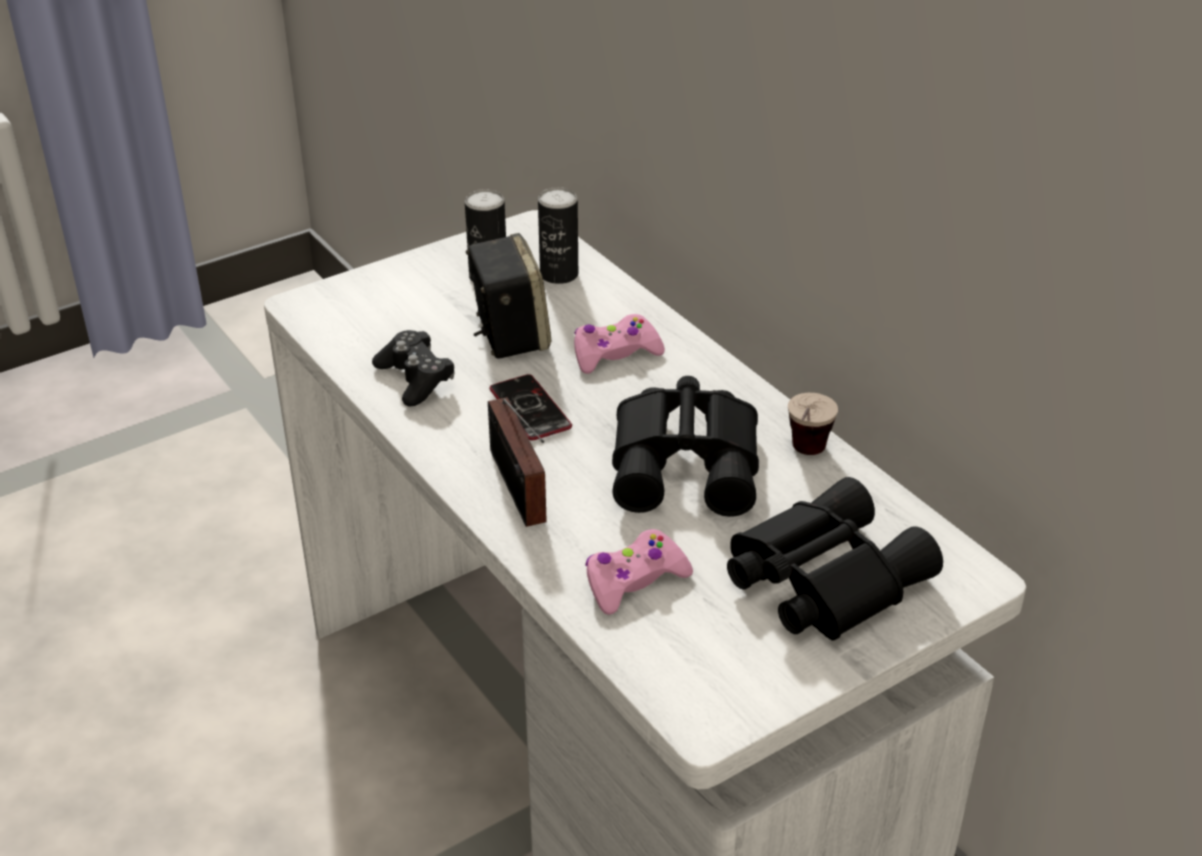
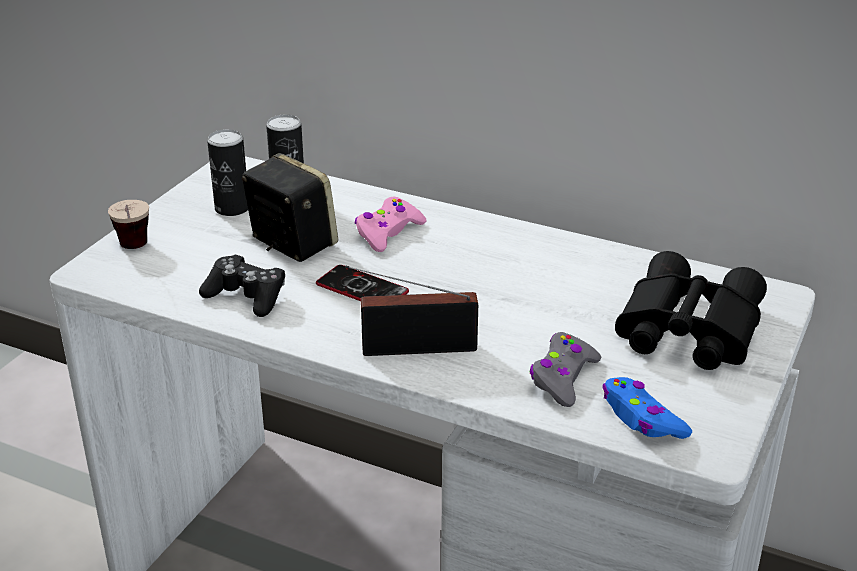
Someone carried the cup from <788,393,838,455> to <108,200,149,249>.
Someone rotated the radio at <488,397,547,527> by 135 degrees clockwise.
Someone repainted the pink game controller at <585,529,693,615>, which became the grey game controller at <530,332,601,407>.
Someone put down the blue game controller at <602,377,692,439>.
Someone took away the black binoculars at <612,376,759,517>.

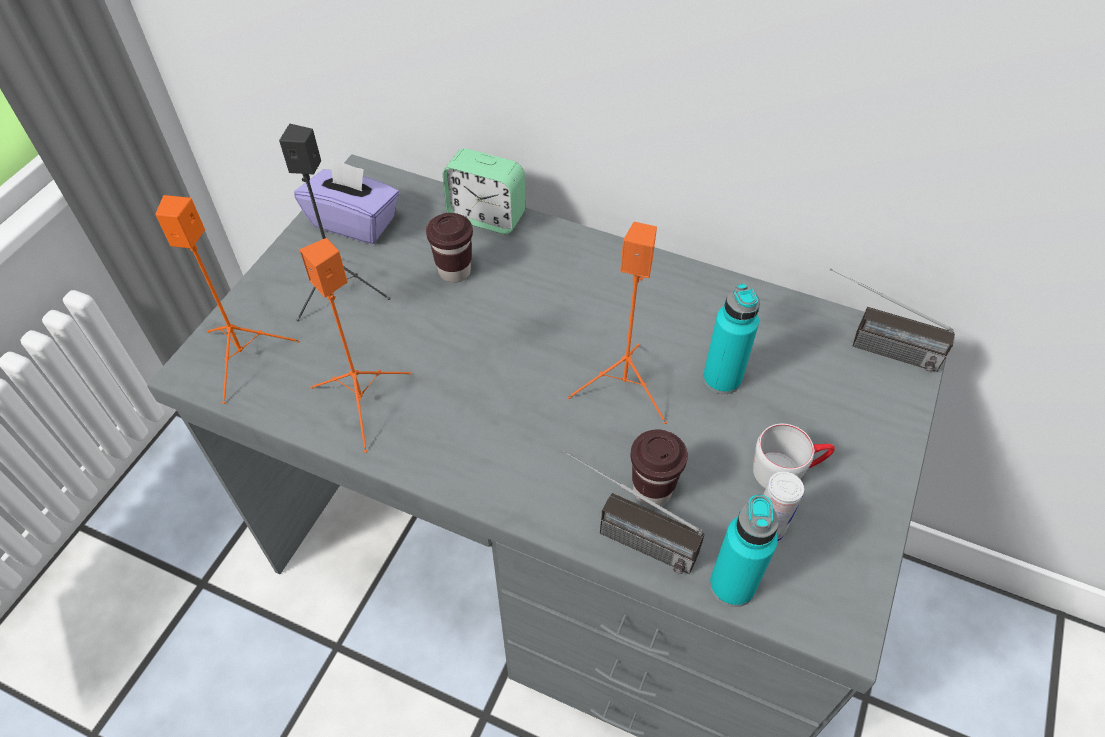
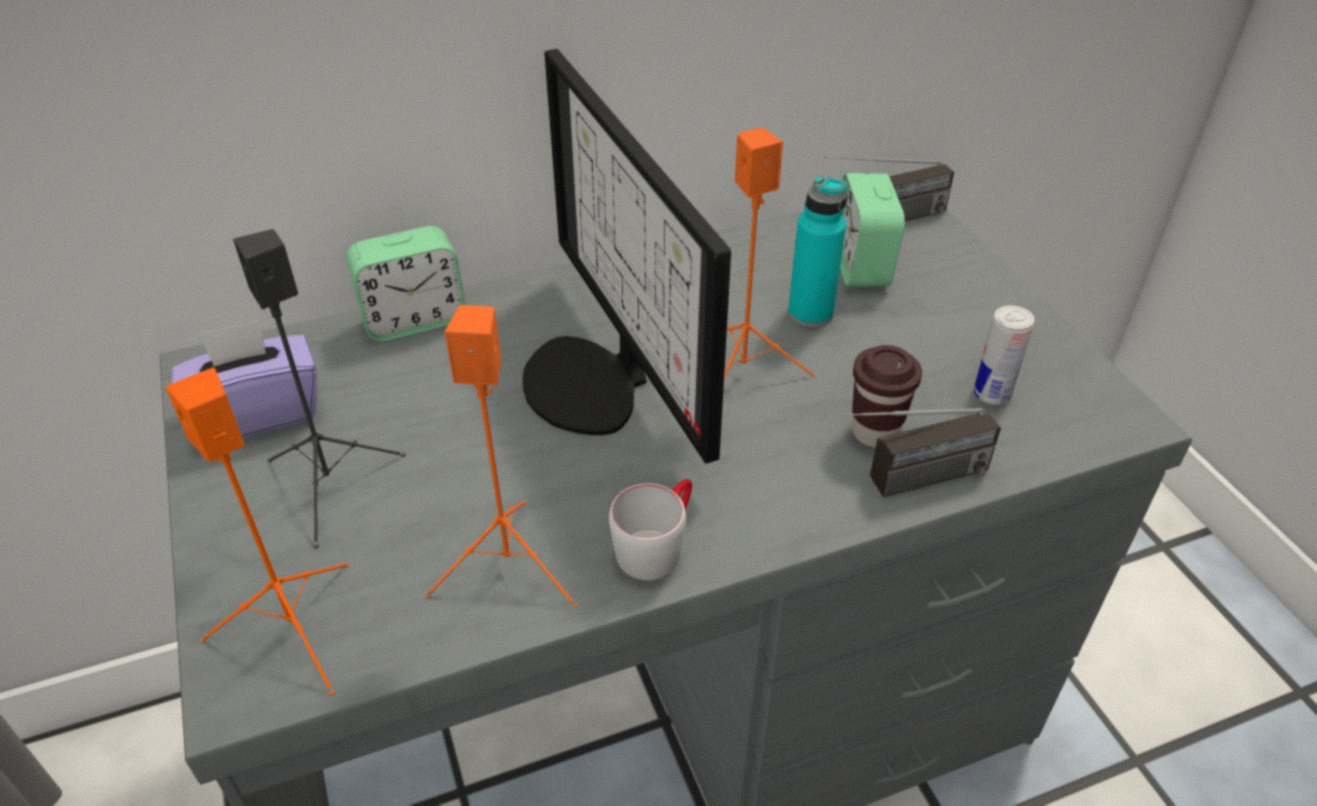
Someone put down the monitor at <522,49,731,464>.
Someone carried the grey mug from <753,424,835,488> to <609,479,692,580>.
Someone put down the alarm clock at <840,173,905,287>.
Someone took away the brown cup at <426,213,473,283>.
Someone took away the turquoise bottle at <710,495,779,607>.

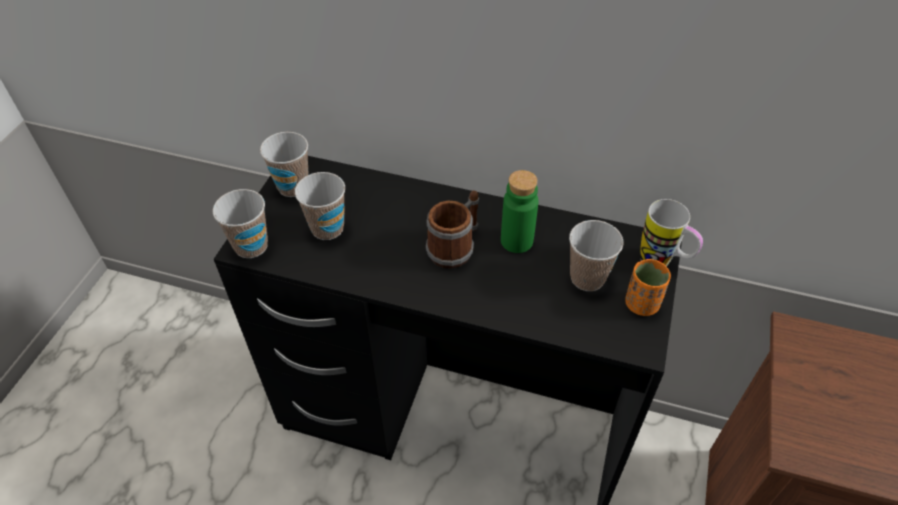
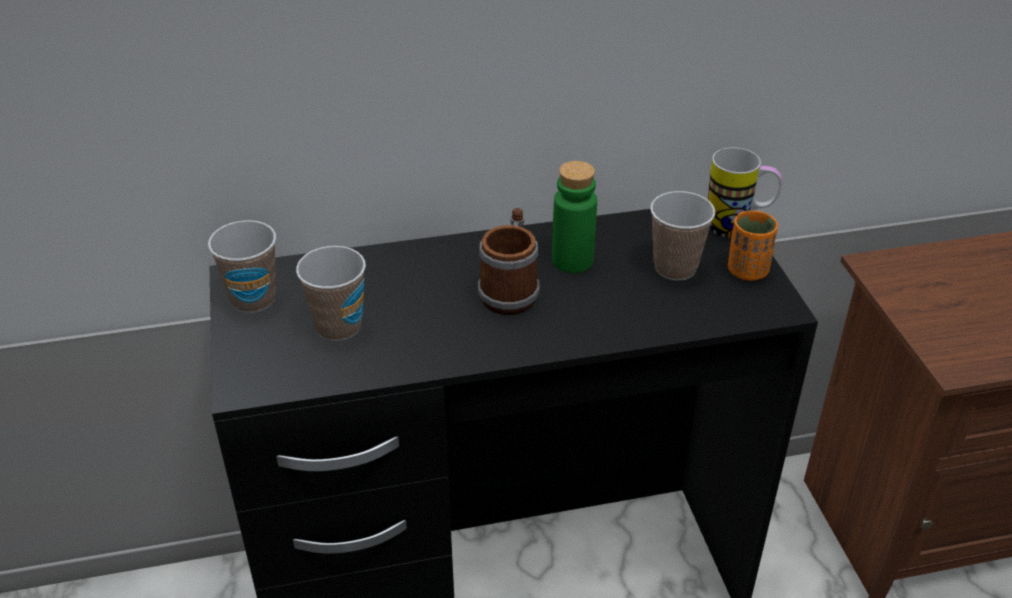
Someone took away the cup at <213,189,268,258>.

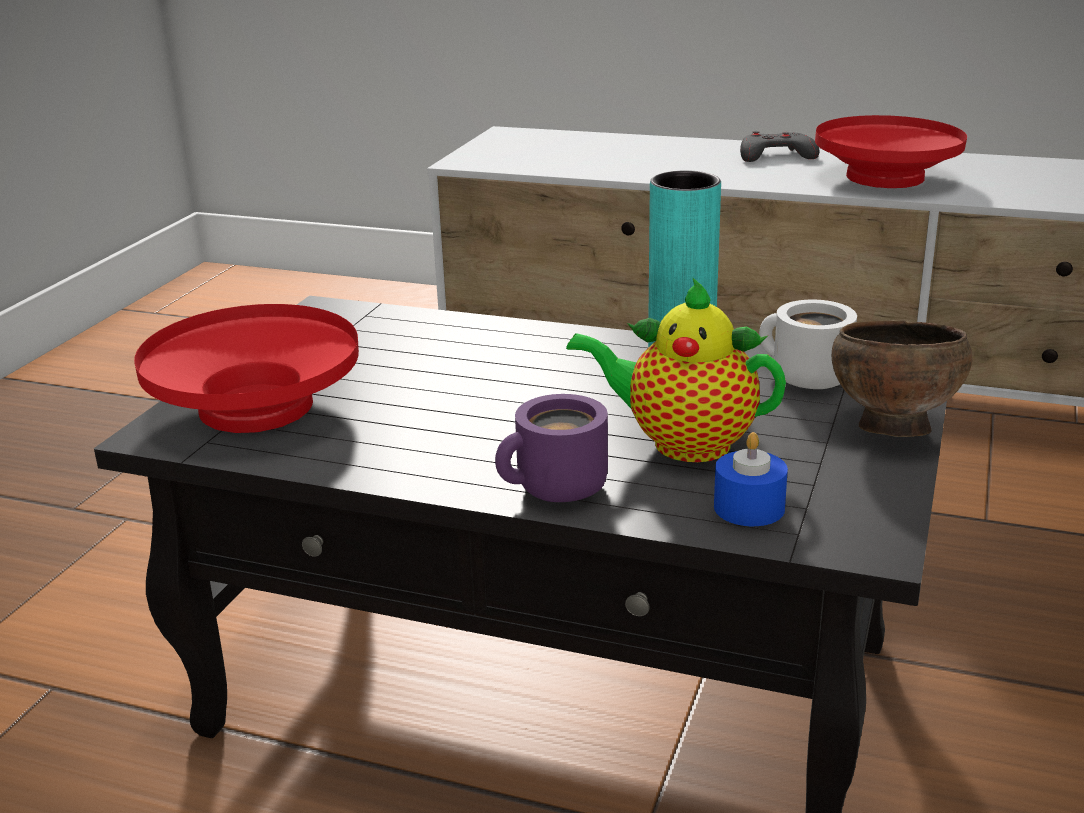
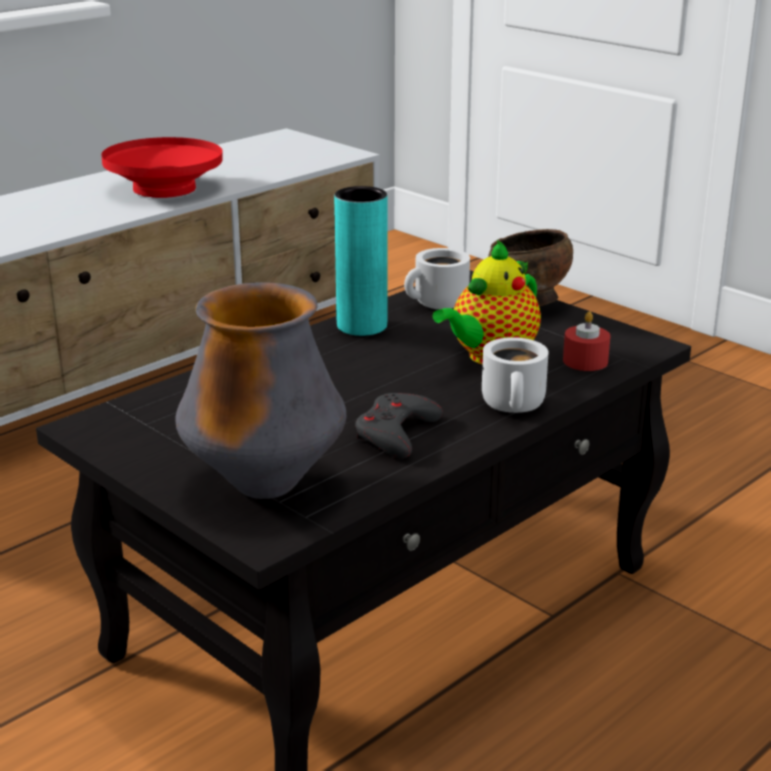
Someone swapped the red bowl at <134,304,359,433> for the vase at <175,282,346,499>.
Someone carried the grey game controller from <740,131,819,162> to <355,393,443,459>.
Someone repainted the purple mug at <495,394,608,502>, which became the white mug at <482,337,549,413>.
Someone repainted the blue candle at <714,432,788,526>, which became the red candle at <563,311,610,371>.

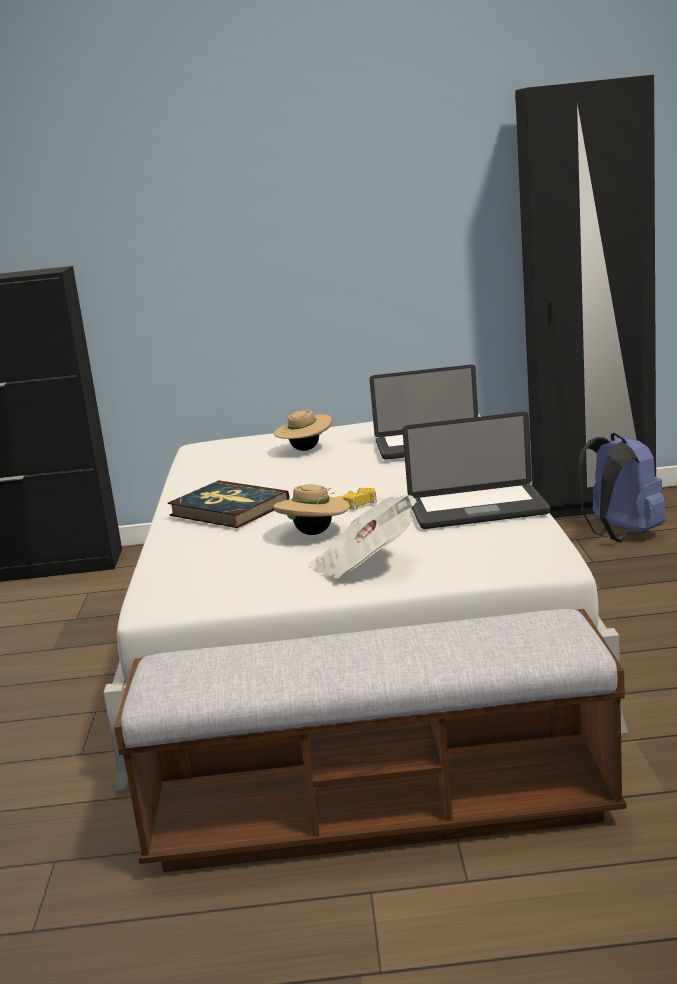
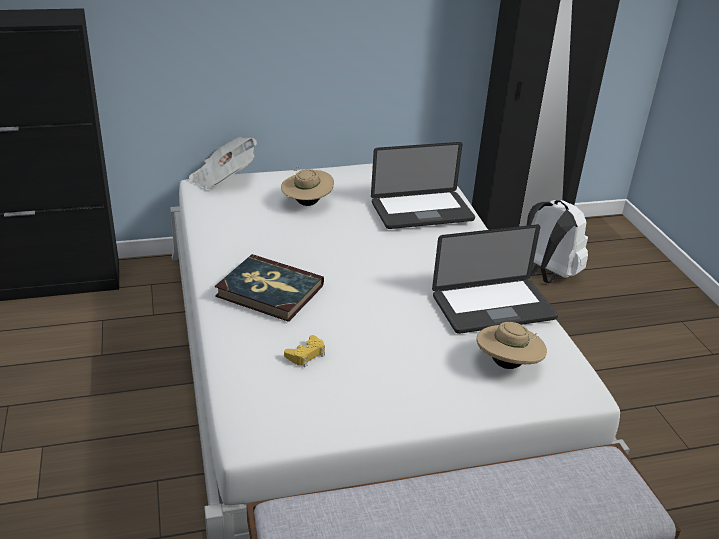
Someone carried the newspaper from <309,495,417,579> to <189,137,258,189>.
Someone carried the yellow game controller from <336,487,377,510> to <284,335,325,367>.
Someone carried the beige hat from <273,485,350,535> to <477,322,547,369>.
Someone repainted the blue backpack at <577,433,666,542>, which became the white backpack at <527,200,588,283>.

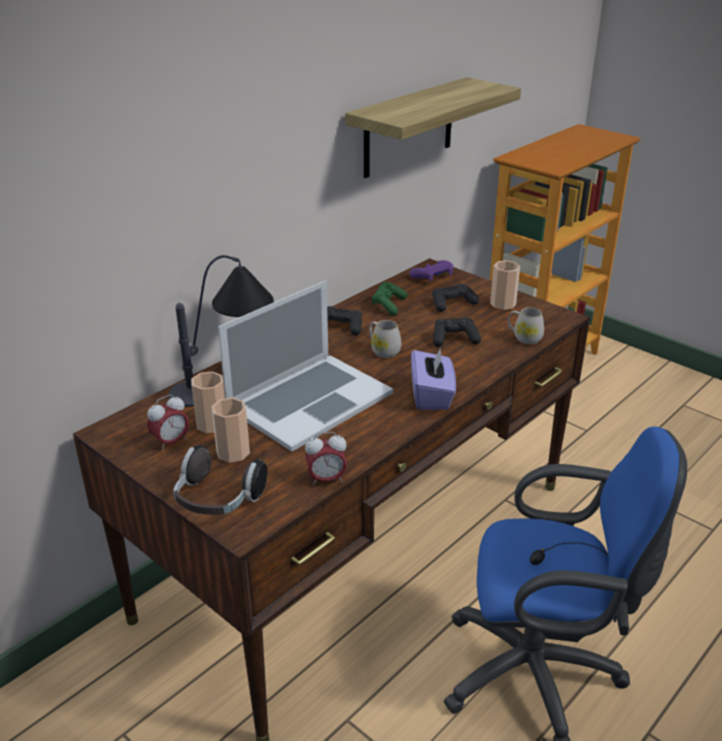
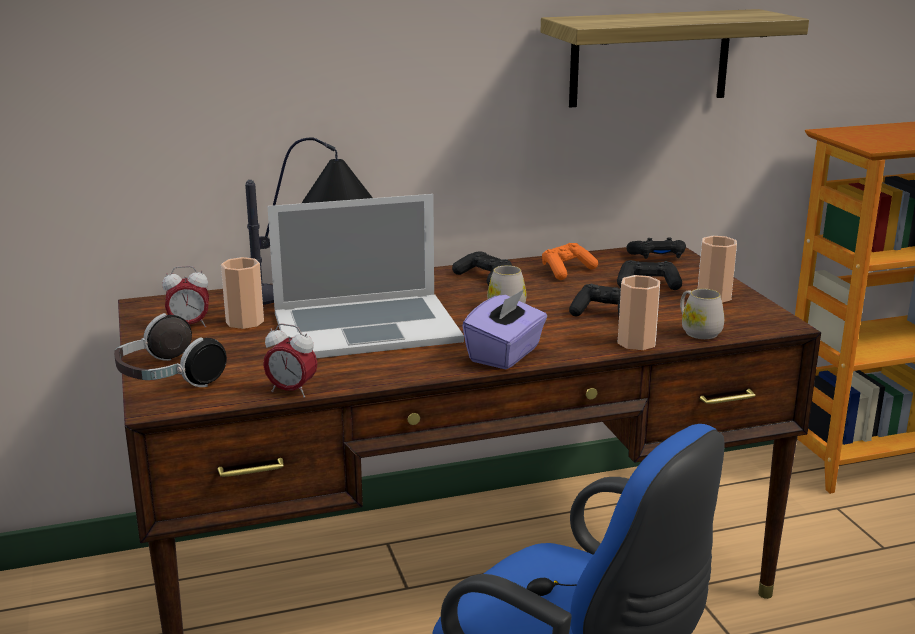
Someone repainted the green game controller at <372,282,408,316>, which became the orange game controller at <542,243,598,280>.
Someone carried the cup from <212,398,250,463> to <618,275,660,351>.
Someone repainted the purple game controller at <409,260,453,281>, which became the black game controller at <627,237,686,259>.

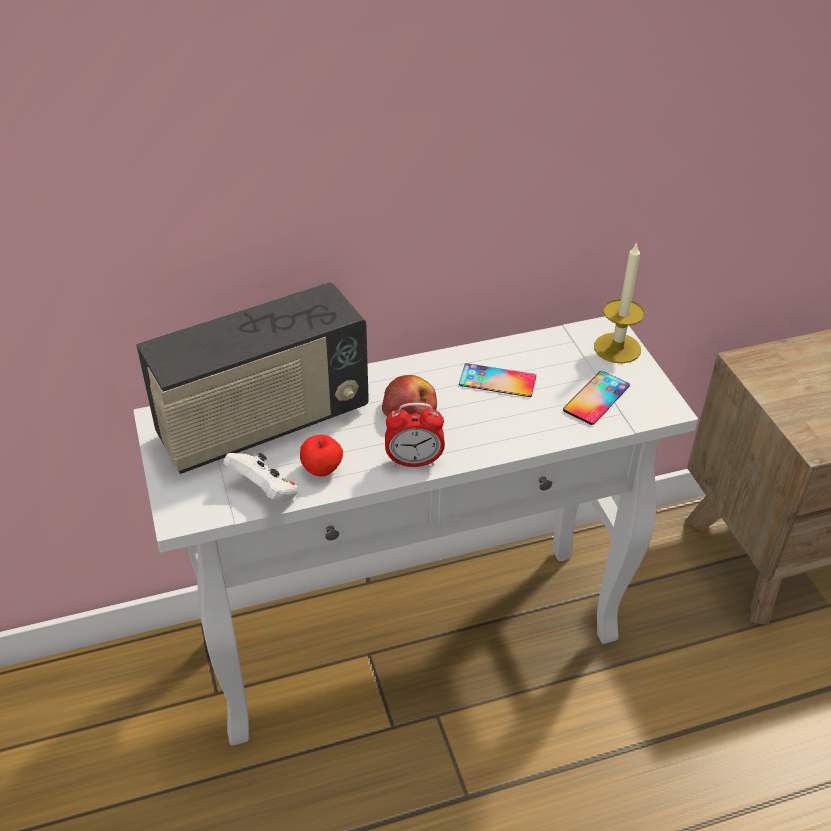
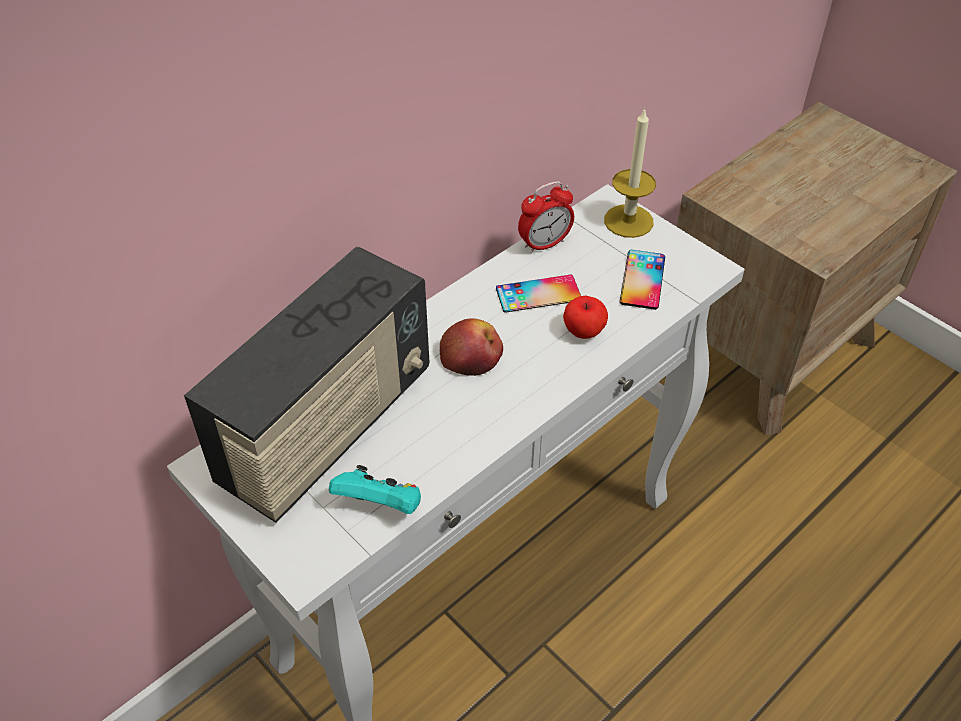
Someone repainted the white game controller at <223,453,298,502>, which became the turquoise game controller at <329,465,421,514>.
Someone carried the alarm clock from <385,403,445,467> to <518,181,574,254>.
Someone carried the apple from <300,435,343,476> to <563,296,608,339>.

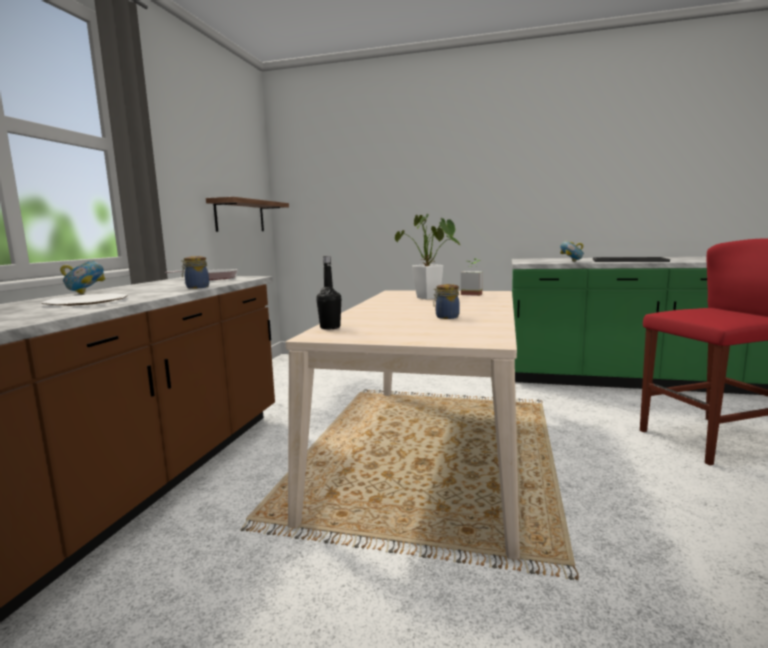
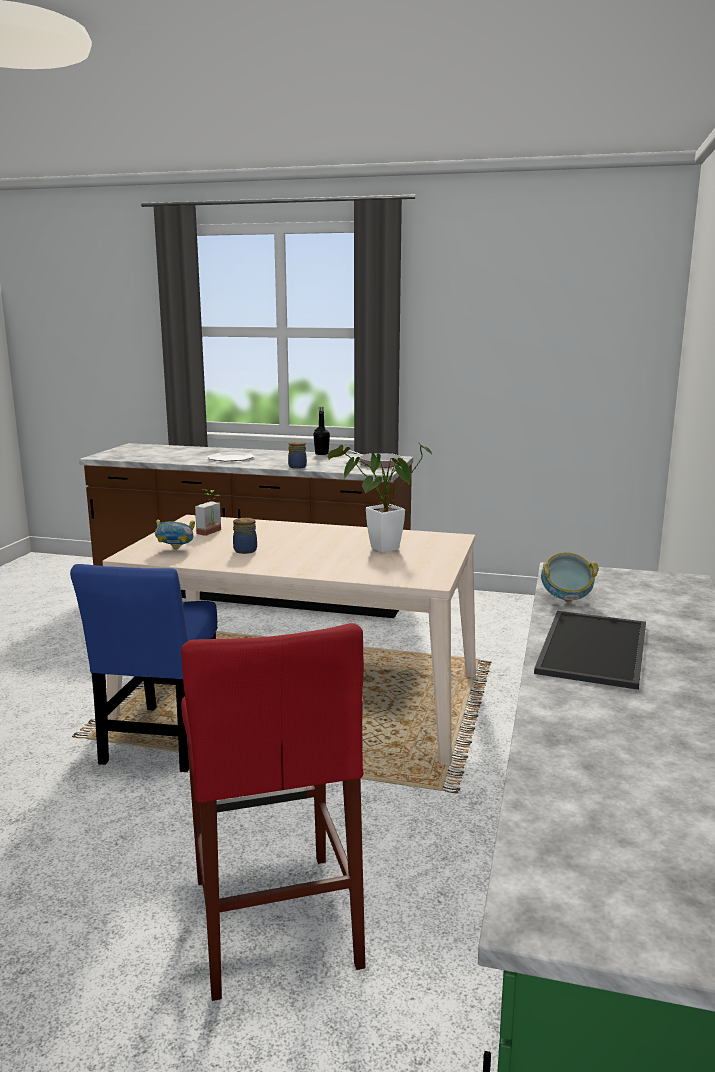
Someone put down the blue chair at <70,564,218,772>.
Someone carried the bowl from <60,260,105,294> to <155,520,195,549>.
Someone carried the potted plant from <461,259,483,296> to <195,489,221,536>.
Someone carried the black bottle from <316,256,341,329> to <314,407,330,455>.
Someone took away the shelf at <206,197,289,232>.

